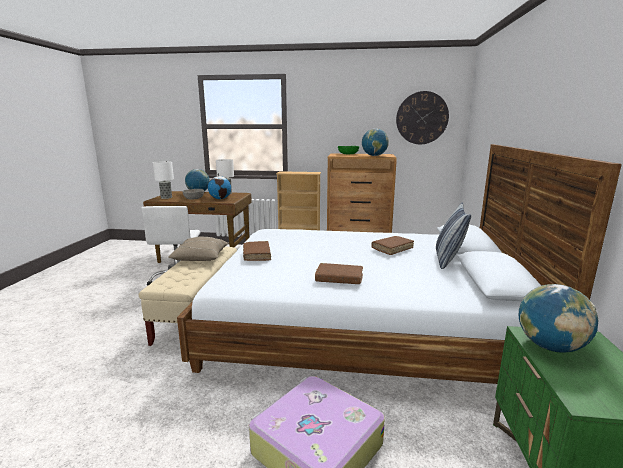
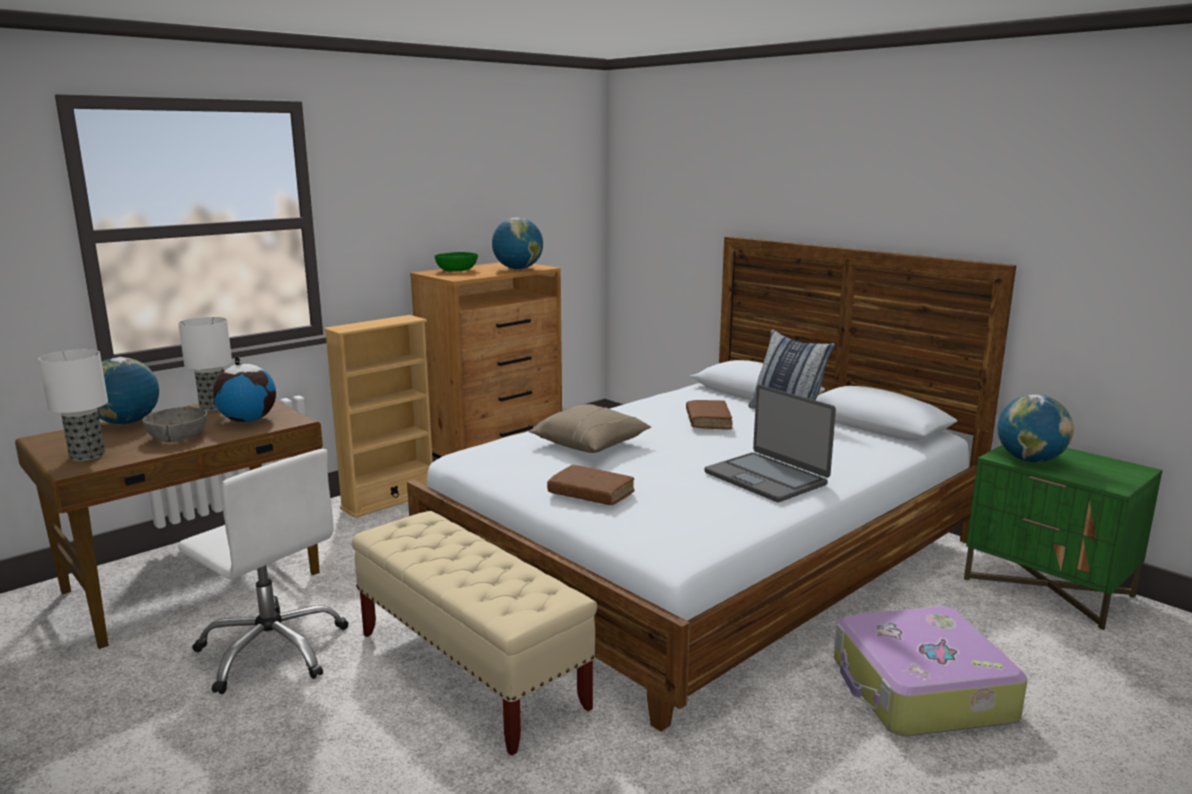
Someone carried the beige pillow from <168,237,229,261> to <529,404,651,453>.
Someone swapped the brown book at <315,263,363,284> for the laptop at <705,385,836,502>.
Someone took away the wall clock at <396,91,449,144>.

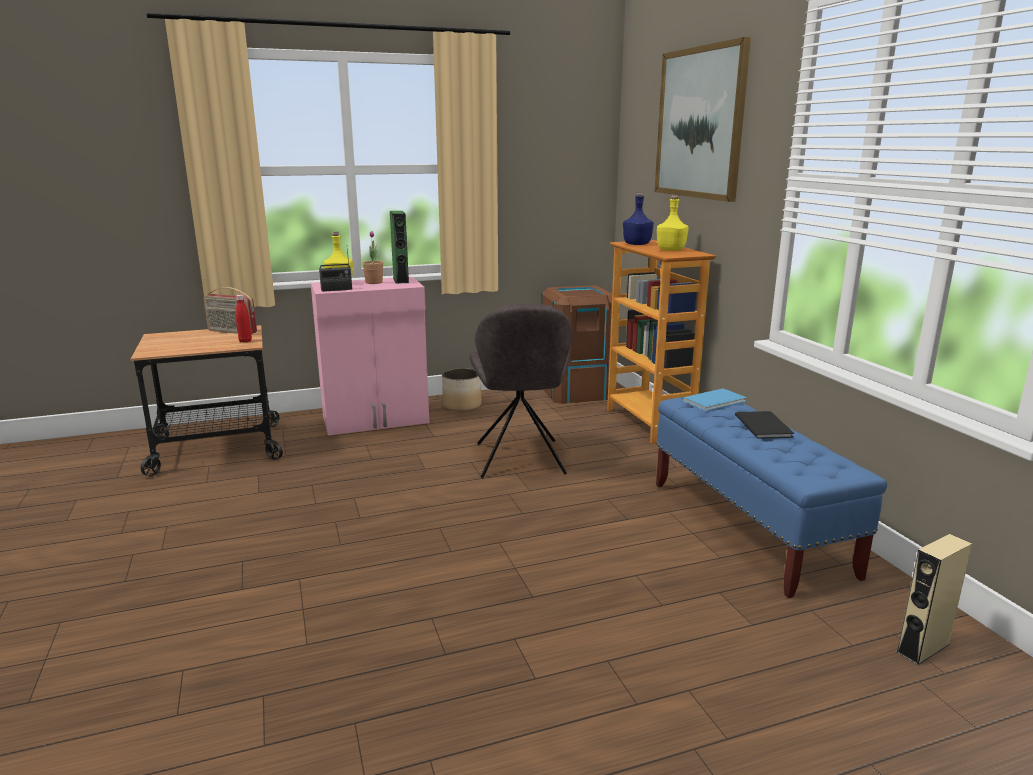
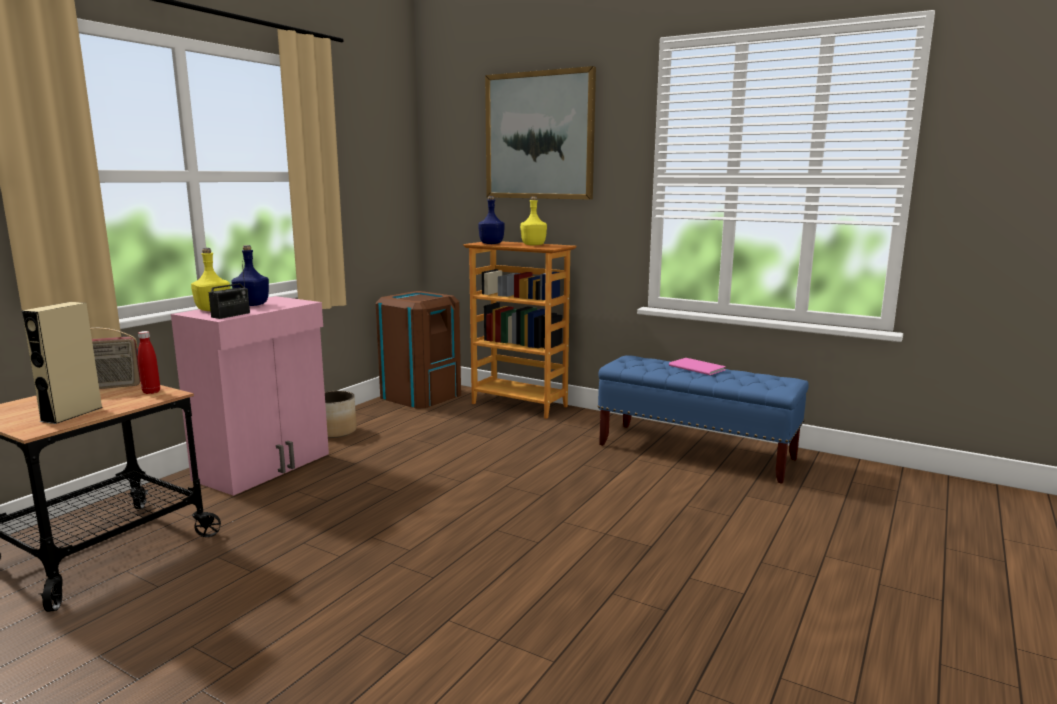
Someone carried the beige speaker from <897,534,972,665> to <22,302,103,424>.
Someone swapped the potted plant at <363,231,383,284> for the blue bottle at <231,245,269,306>.
Someone repainted the black book at <735,411,794,439>, which became the pink book at <669,358,726,375>.
Someone took away the green speaker at <390,211,409,284>.
Someone took away the grey chair at <469,304,572,478>.
Someone took away the blue book at <682,388,746,411>.

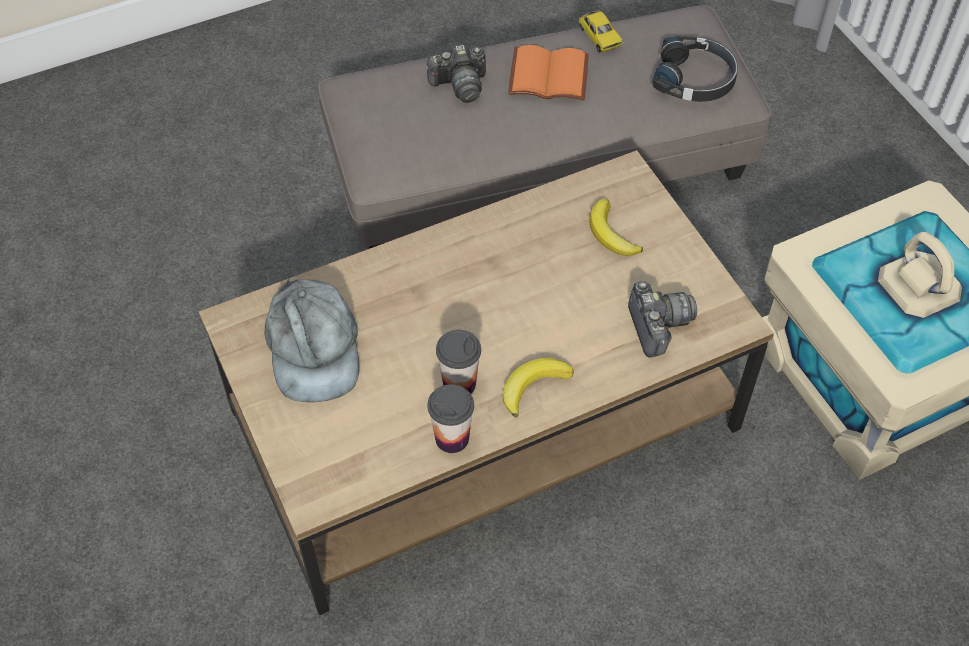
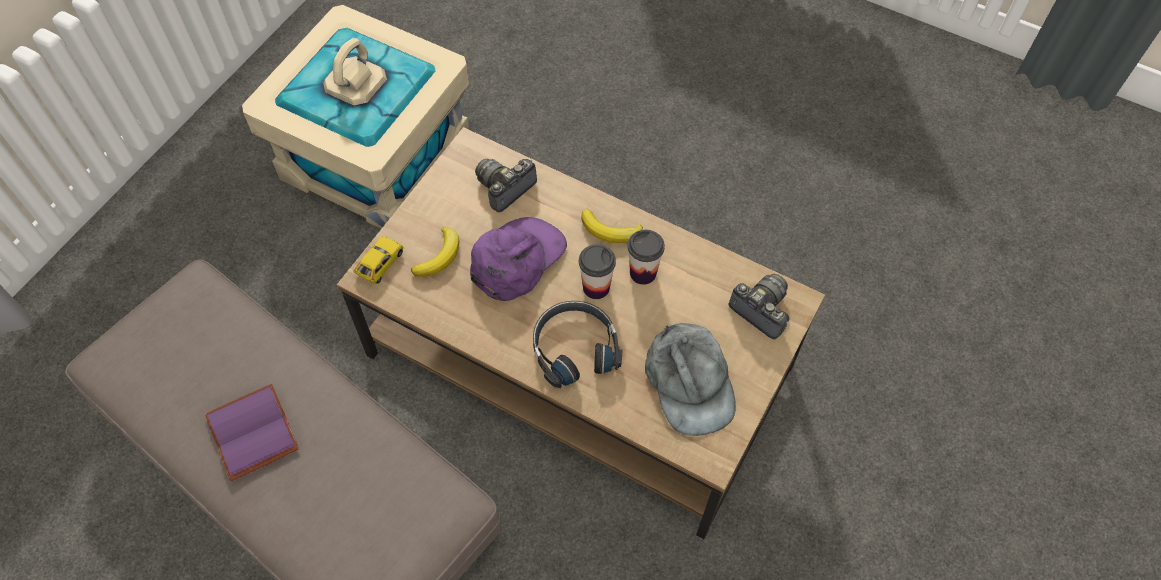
Someone repainted the orange book at <508,45,589,101>, which became the purple book at <205,384,299,481>.
Someone carried the toy car from <579,11,623,52> to <353,236,403,284>.
Someone put down the purple cap at <470,217,567,301>.
Someone carried the black headphones from <652,36,738,102> to <533,301,623,388>.
Someone carried the cup from <428,384,474,453> to <579,244,616,299>.
Someone rotated the grey cap at <265,279,359,402> by 120 degrees clockwise.
Someone carried the photo camera from <426,45,486,103> to <729,274,789,339>.

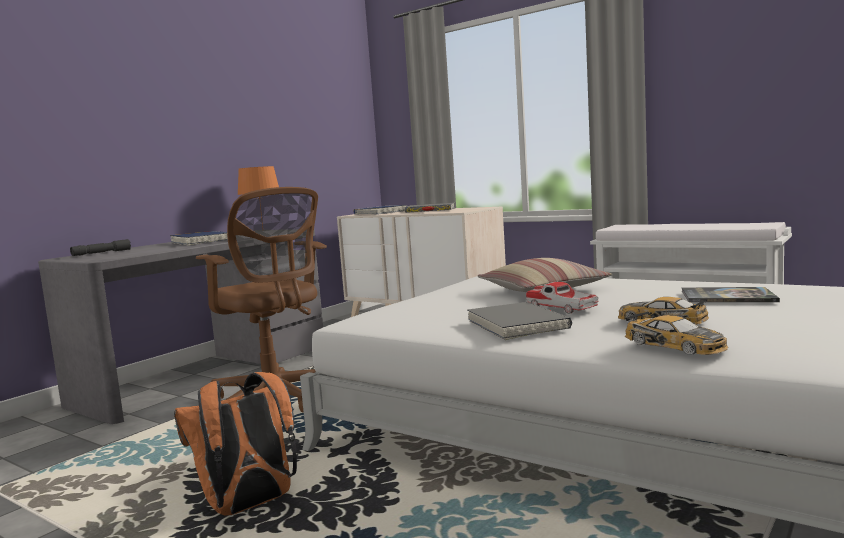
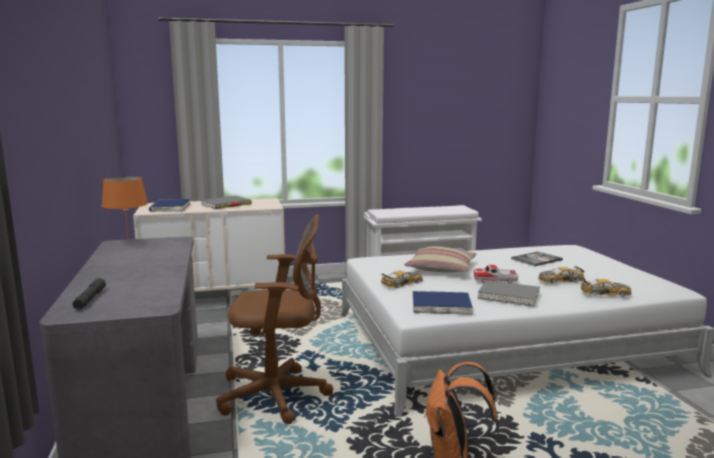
Someone put down the toy car at <381,271,423,288>.
Someone carried the blue book from <170,231,228,245> to <413,291,473,315>.

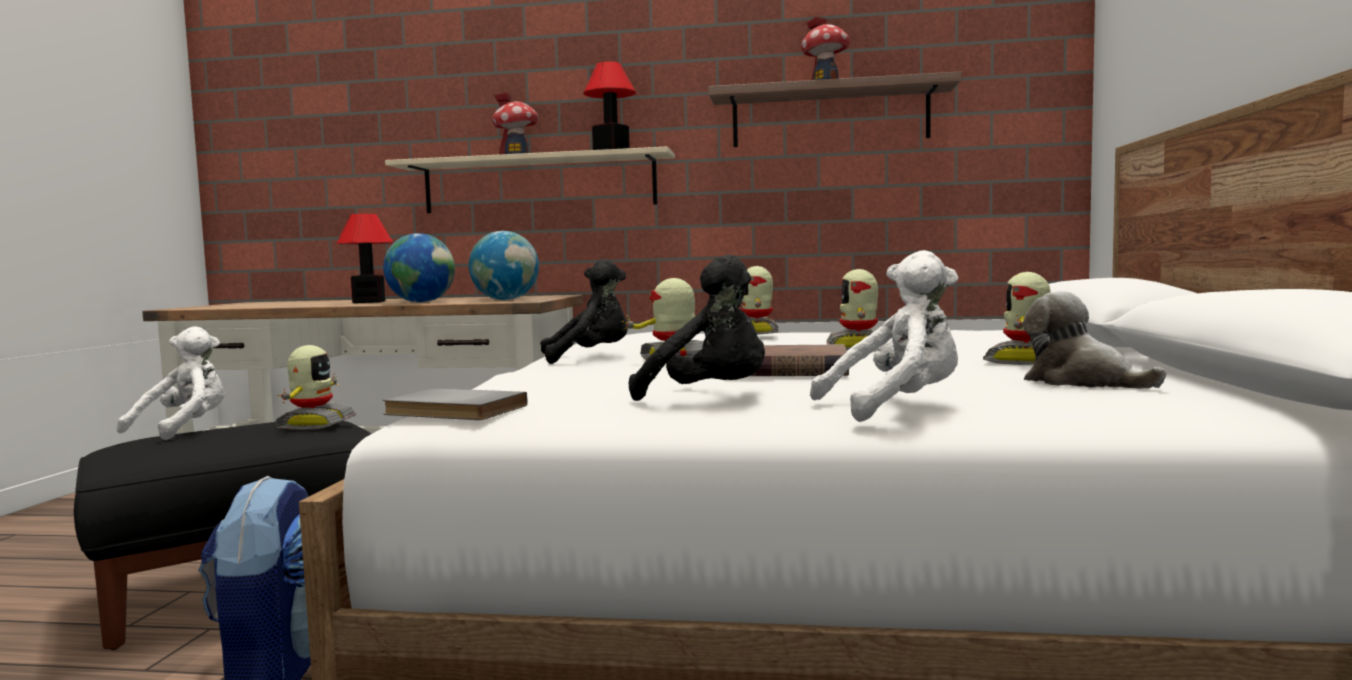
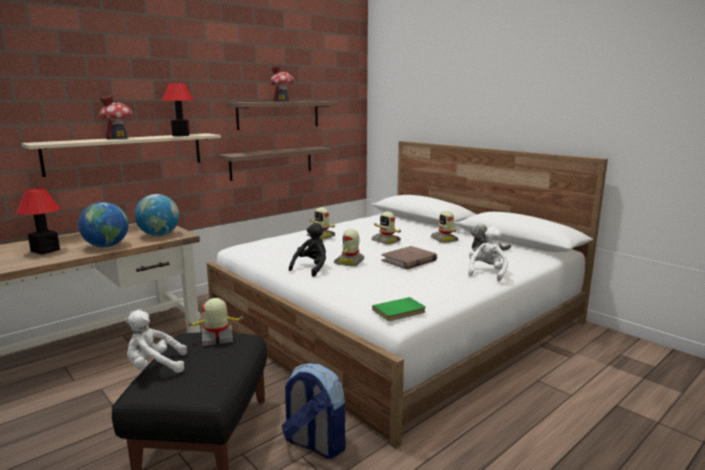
Someone rotated the white plush toy at <117,326,225,440> by 75 degrees counterclockwise.
Someone rotated the toy robot at <275,345,356,430> by 60 degrees counterclockwise.
Someone put up the shelf at <219,147,332,181>.
Someone repainted the grey book at <383,388,527,420>, which became the green book at <372,297,426,321>.
Someone took away the black plush toy at <629,255,765,401>.

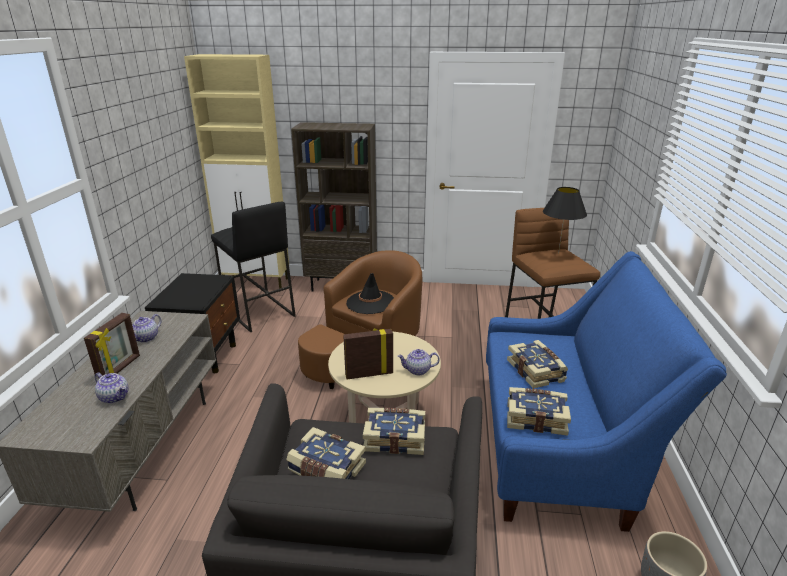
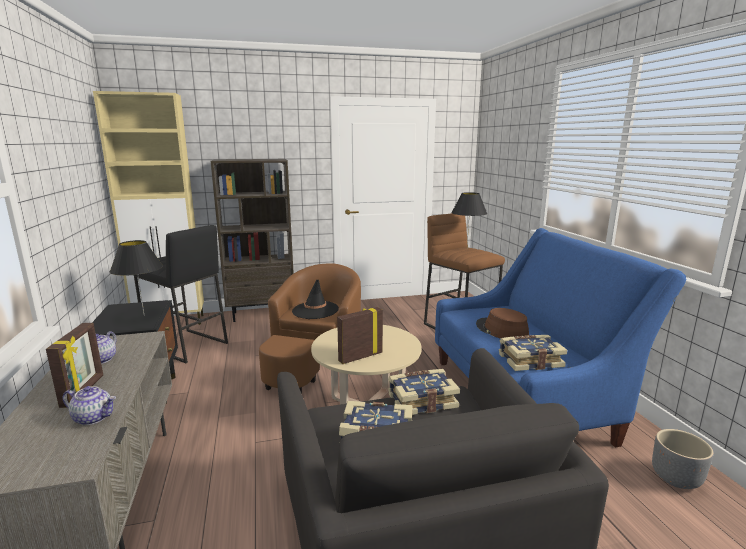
Someone put down the black table lamp at <110,240,163,313>.
Someone swapped the book at <507,340,568,389> for the brown hat at <476,308,529,339>.
Someone took away the teapot at <397,349,440,376>.

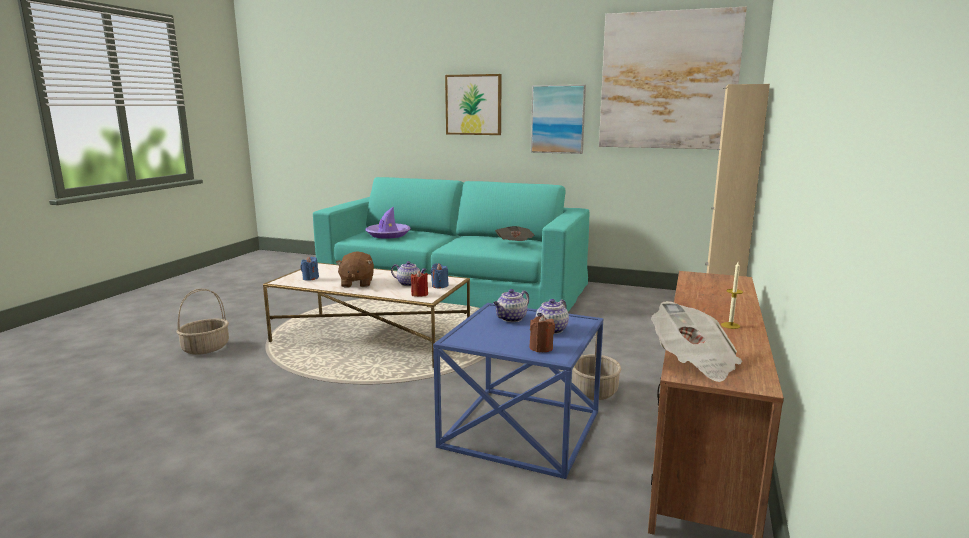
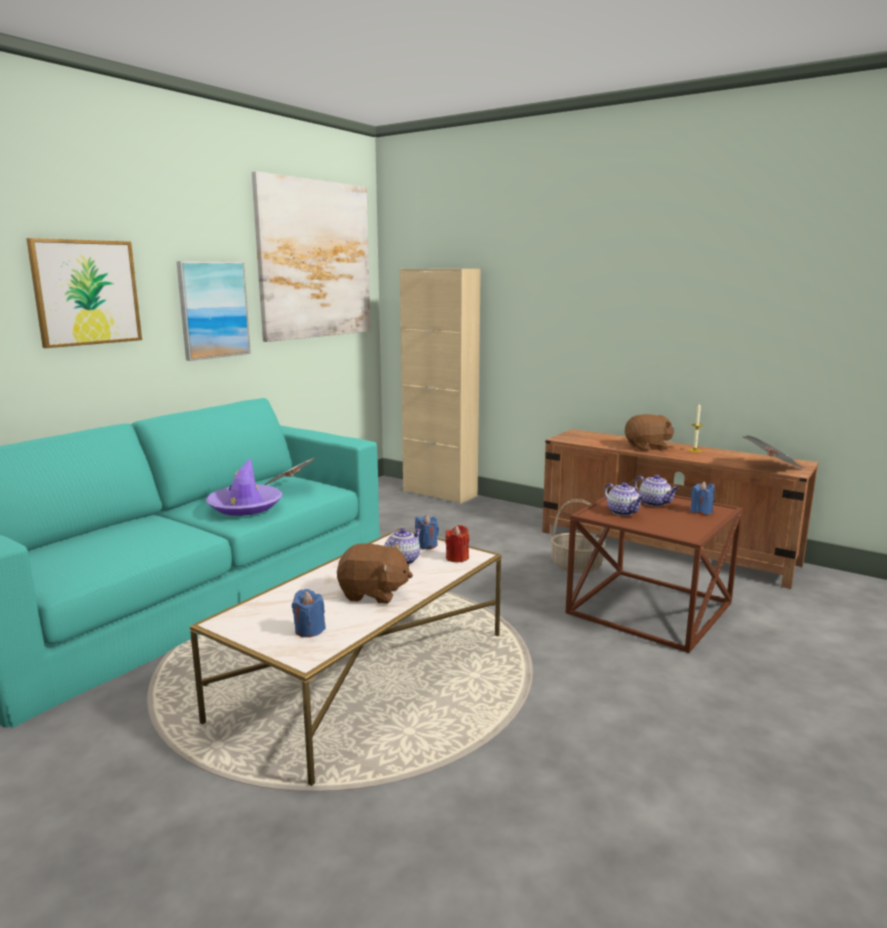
Someone carried the purple hat from <365,207,411,239> to <206,458,283,516>.
Someone repainted the blue side table at <433,303,603,479>, which became the brown side table at <566,488,743,653>.
Someone put down the brown plush toy at <625,414,674,451>.
Someone repainted the brown candle at <529,315,555,352>, which became the blue candle at <690,481,715,514>.
Someone took away the basket at <176,288,229,355>.

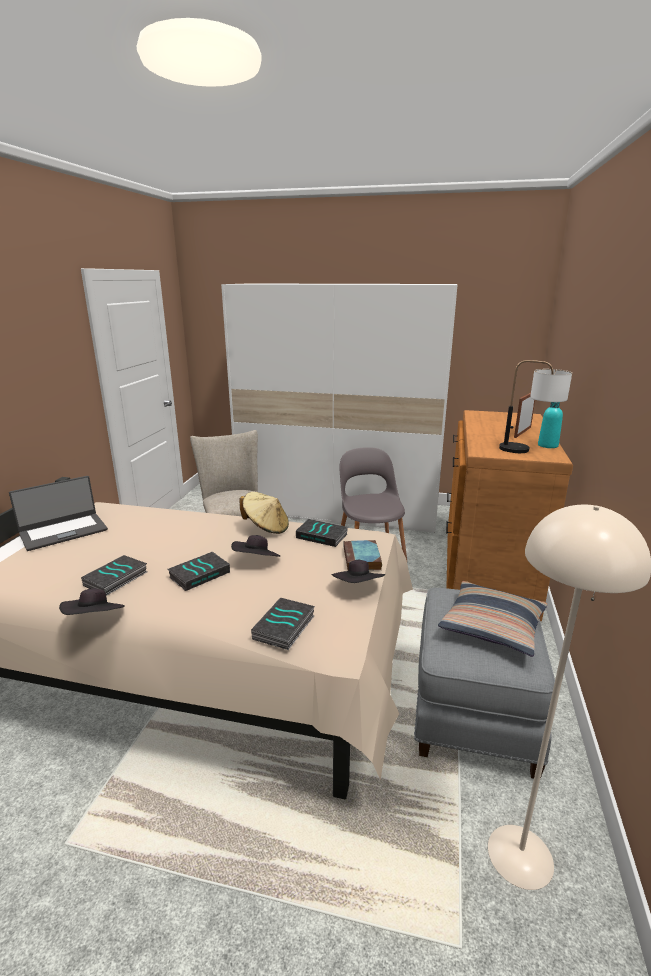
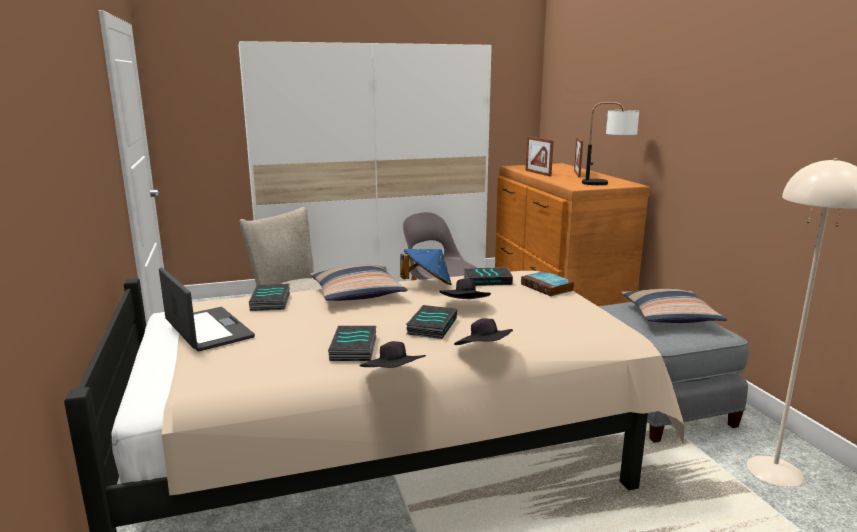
Someone rotated the laptop at <9,476,108,551> by 60 degrees counterclockwise.
Someone carried the book from <251,598,315,650> to <249,284,290,311>.
Someone put down the pillow at <310,265,408,301>.
Someone repainted the beige hat at <239,492,289,534>, which became the blue hat at <400,249,452,285>.
Someone carried the black hat from <331,560,385,583> to <454,319,513,345>.
Someone put down the picture frame at <526,136,554,177>.
Someone took away the turquoise bottle at <538,402,563,448>.

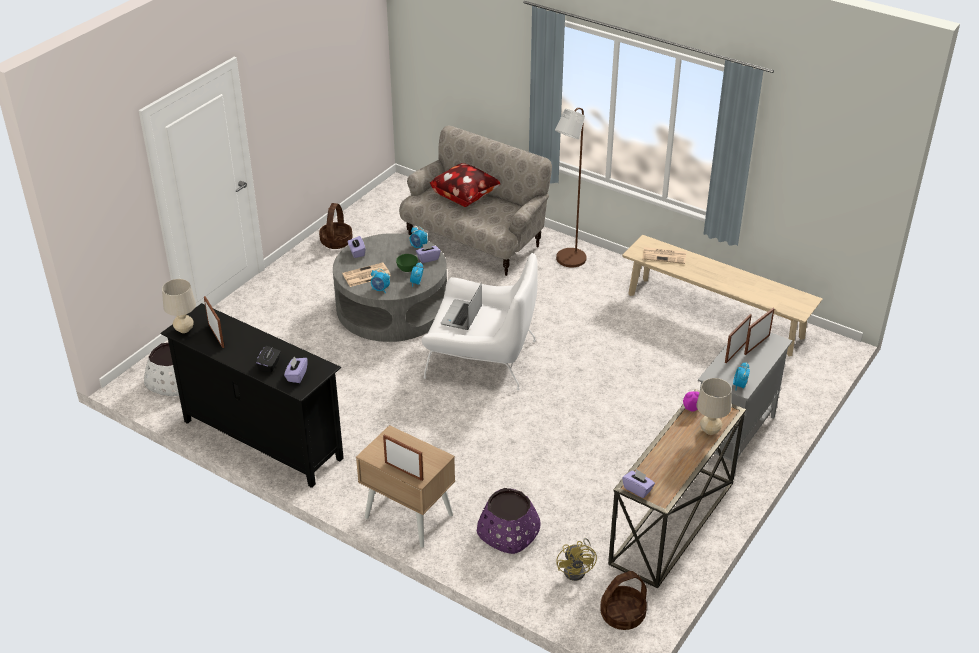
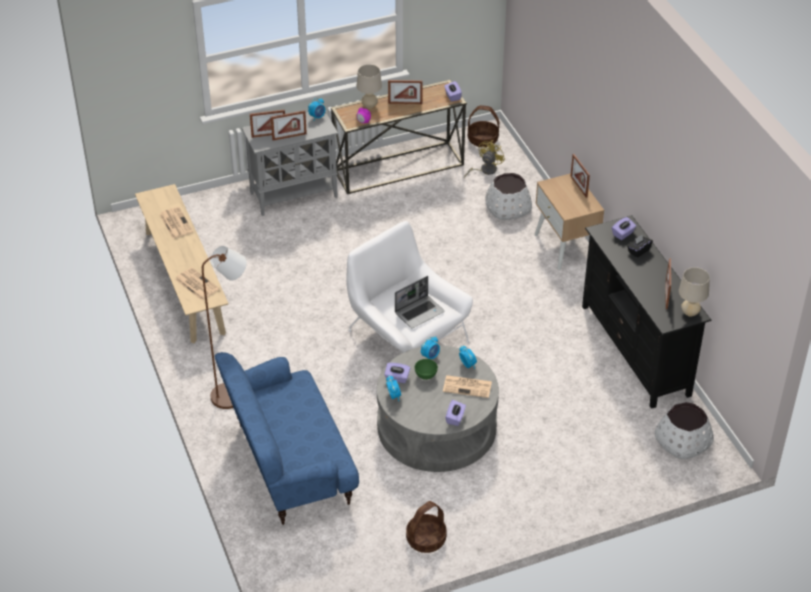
Someone put down the newspaper at <159,207,193,239>.
Someone repainted the beige sofa at <399,125,552,276>, which became the blue sofa at <215,352,359,525>.
Someone put down the picture frame at <388,80,423,104>.
Someone repainted the purple planter at <477,488,541,554>, which became the white planter at <485,173,532,220>.
Someone took away the pillow at <430,163,500,207>.

